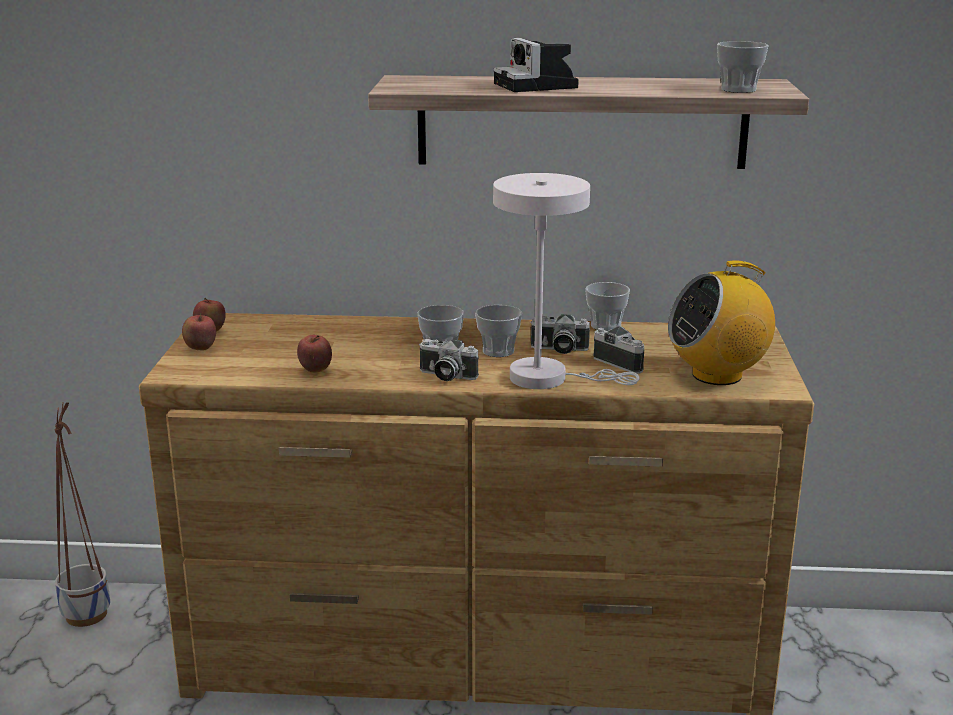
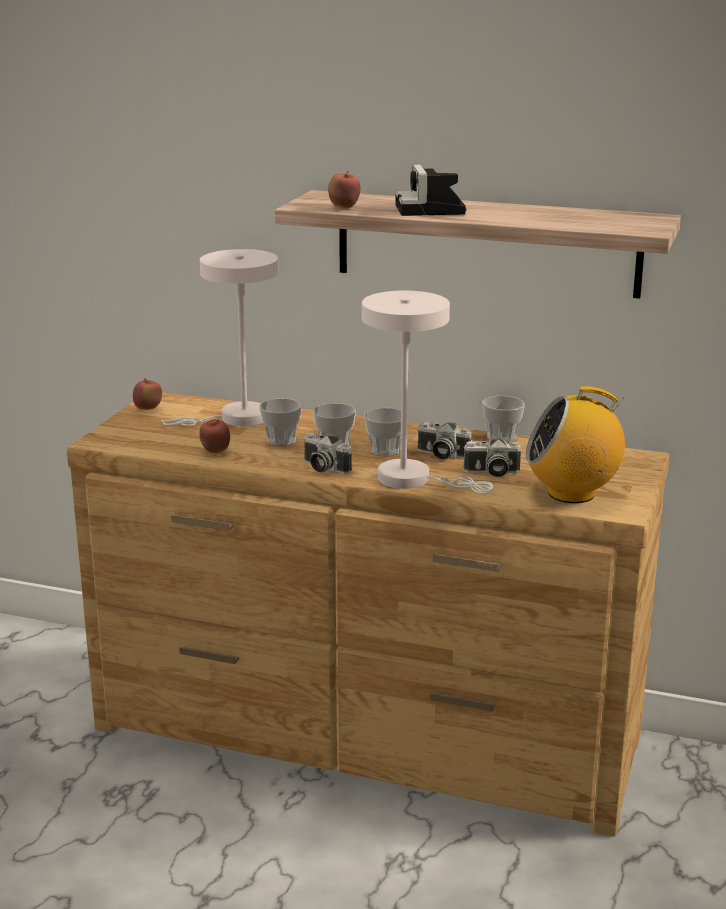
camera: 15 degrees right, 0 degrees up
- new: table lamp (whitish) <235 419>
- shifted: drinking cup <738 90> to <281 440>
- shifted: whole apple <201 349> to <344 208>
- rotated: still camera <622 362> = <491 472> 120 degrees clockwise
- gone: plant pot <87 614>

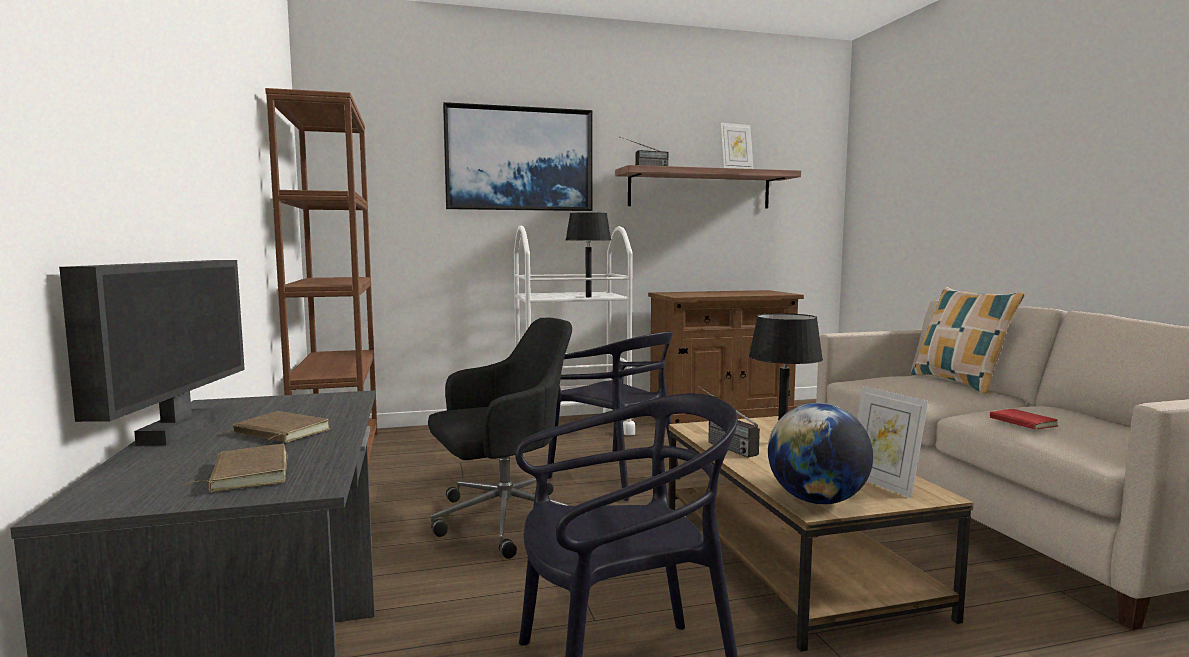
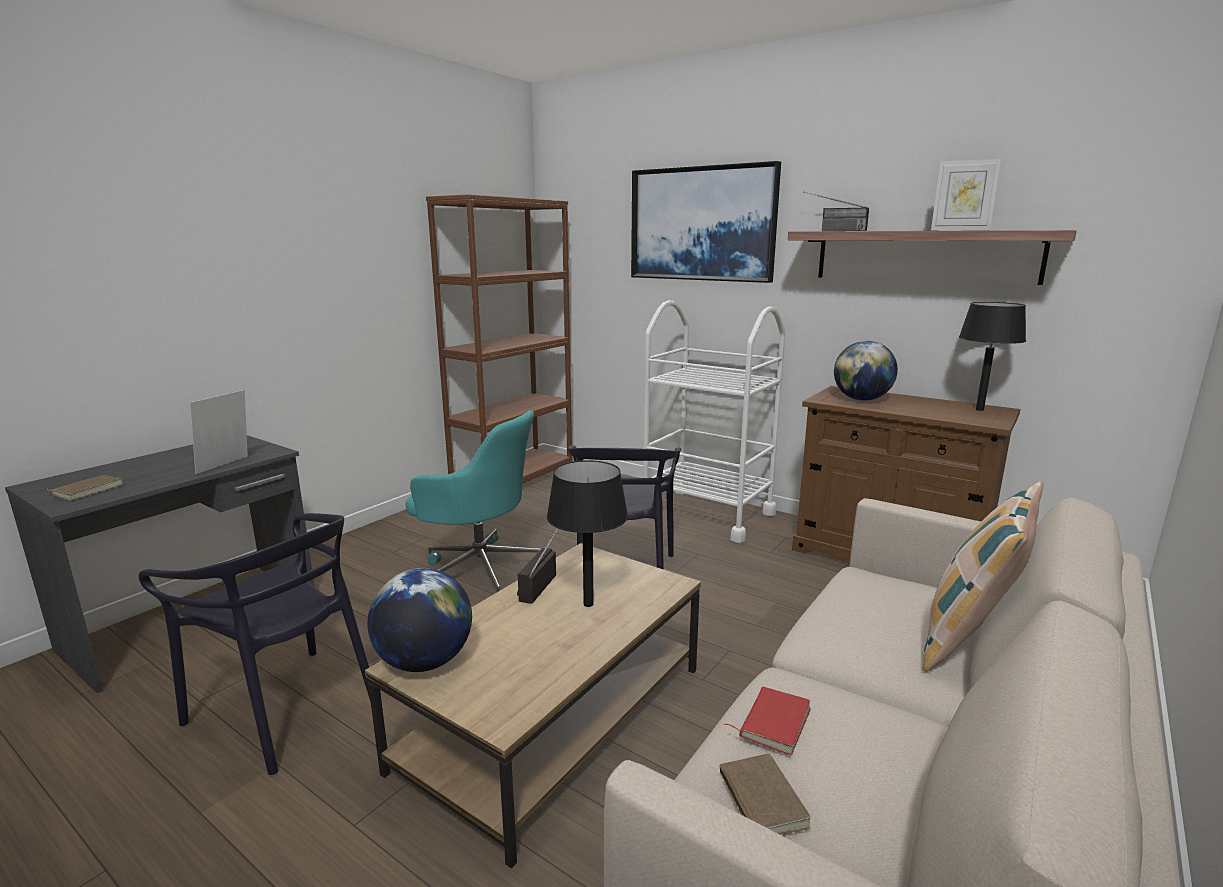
camera: 50 degrees right, 10 degrees up
- shifted: picture frame <883 484> to <226 465>
- repainted: office chair (blackish) <503 520> to office chair (turquoise) <480 571>
- shifted: volume (brown-coloured) <279 433> to <759 800>
- new: desk globe <861 399>
- shifted: table lamp (blackish) <588 297> to <979 409>
- gone: monitor <174 432>

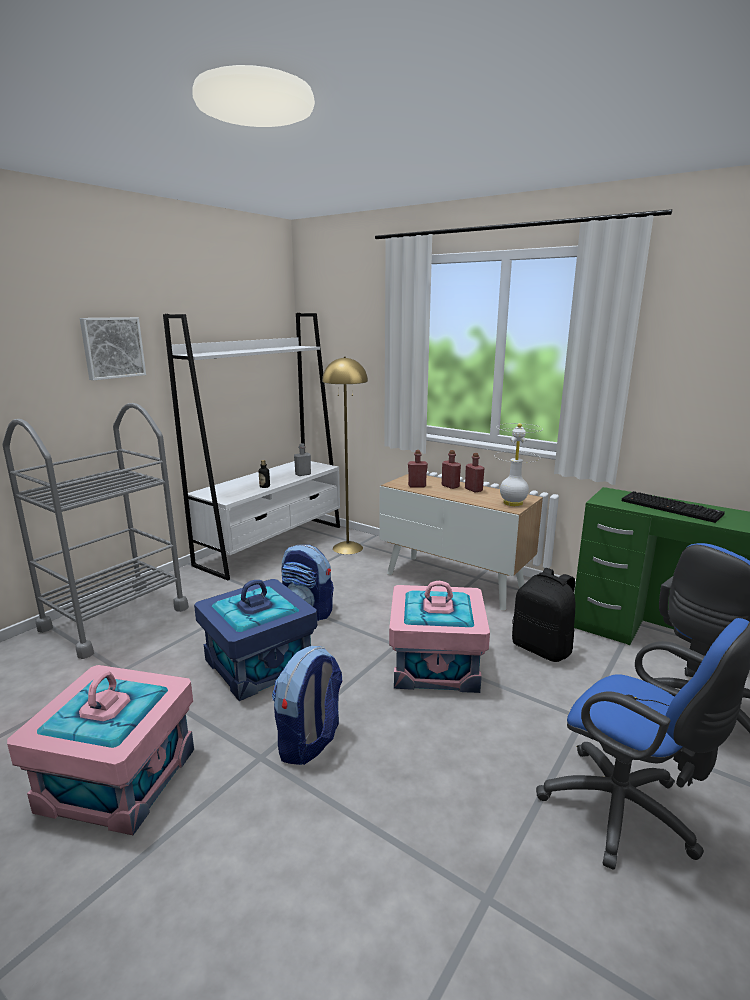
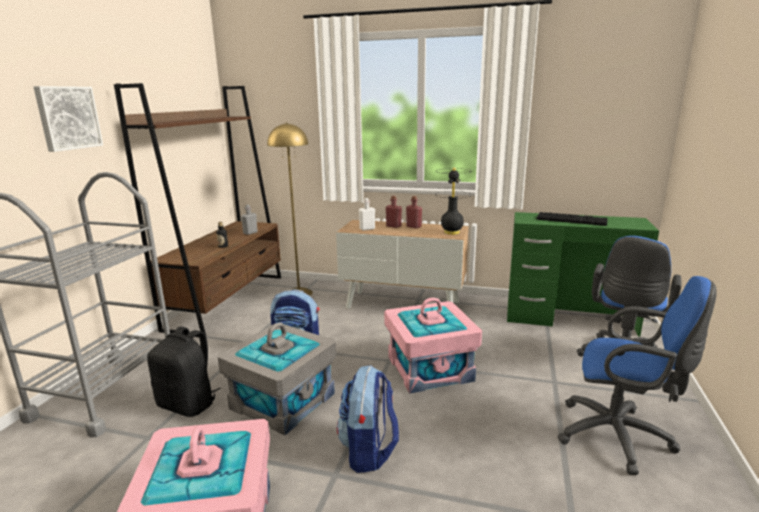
camera: 20 degrees left, 0 degrees up
- repainted: bookshelf (whitish) <272 545> to bookshelf (brown-coloured) <228 301>
- shifted: knapsack (blackish) <542 648> to <188 404>
- repainted: storage bin (bluish) <259 664> to storage bin (gray) <282 400>
- repainted: beverage bottle (red-coloured) <417 486> to beverage bottle (whitish) <367 229>
- repainted: table lamp (whitish) <513 503> to table lamp (blackish) <452 232>

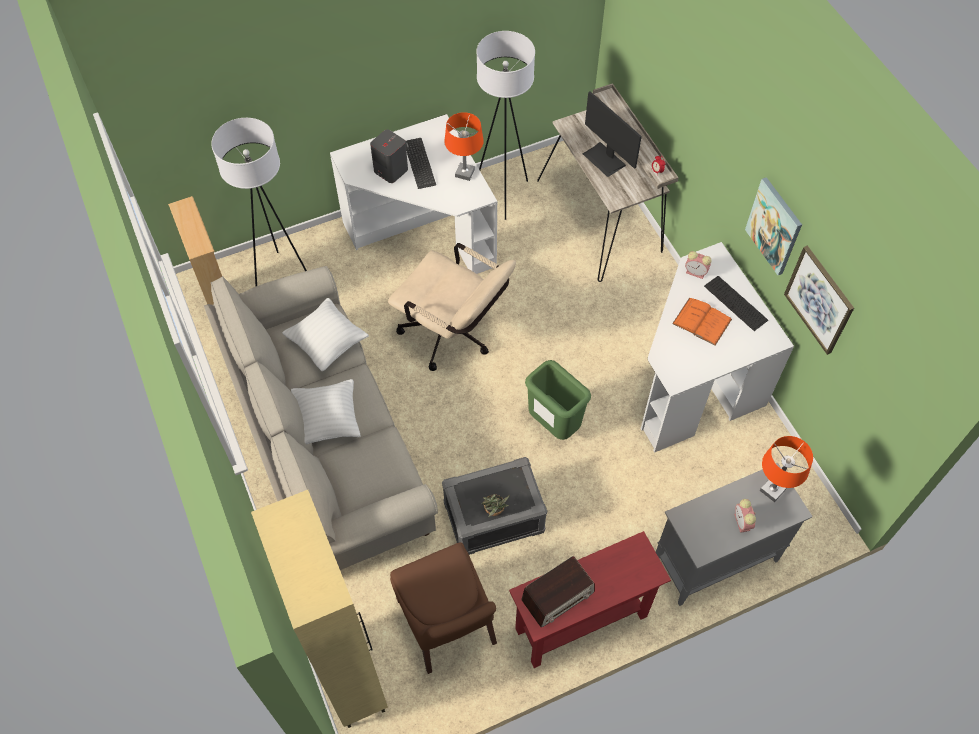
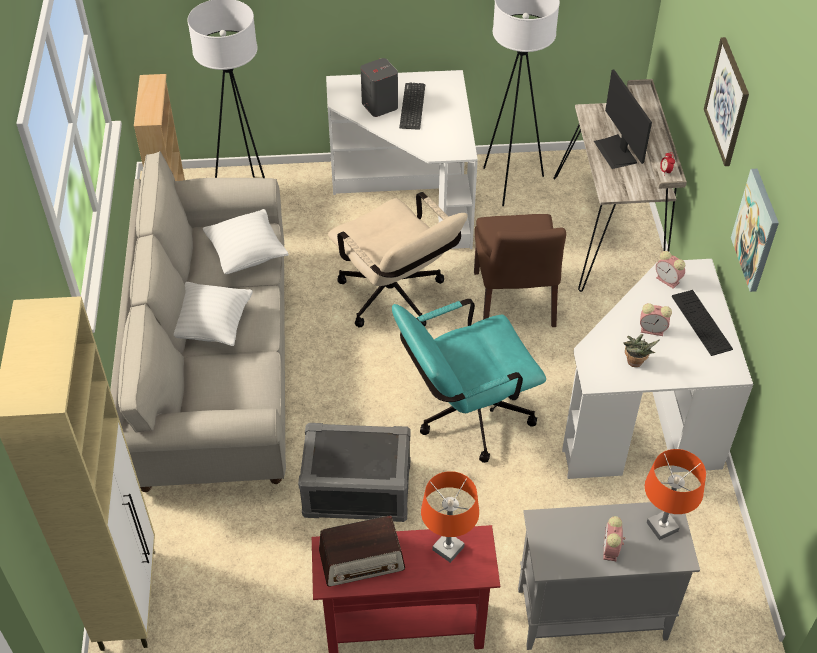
camera: 20 degrees right, 10 degrees down
- swapped: waste bin (greenish) <553 425> to office chair (turquoise) <464 417>
- shifted: table lamp (orange-coloured) <464 173> to <448 549>
- shifted: chair (brown-coloured) <447 625> to <514 302>
- shifted: potted plant <494 512> to <635 363>
- swapped: volume (orange-coloured) <702 321> to bedside clock <653 330>
- shifted: picture <819 300> to <727 101>

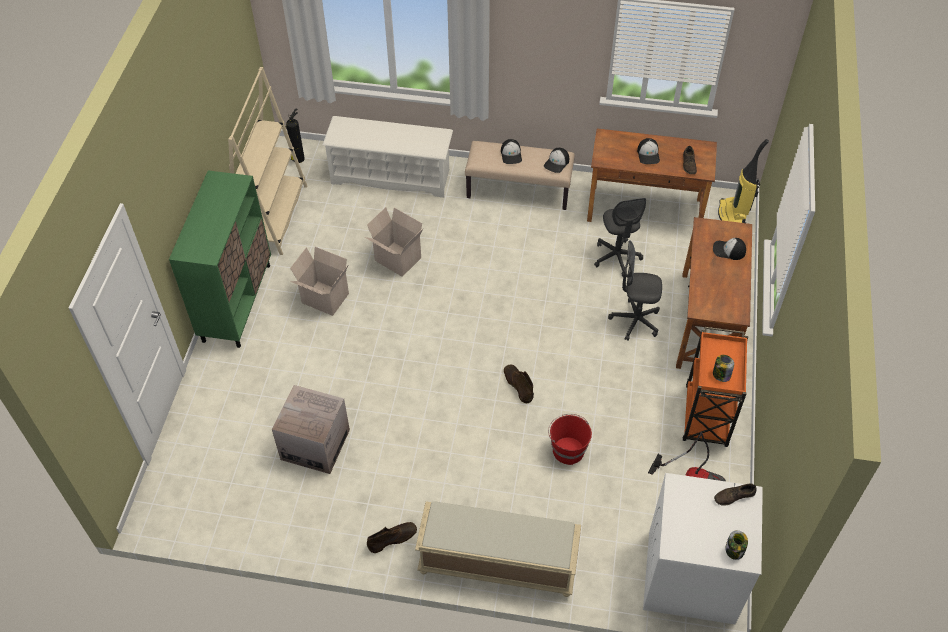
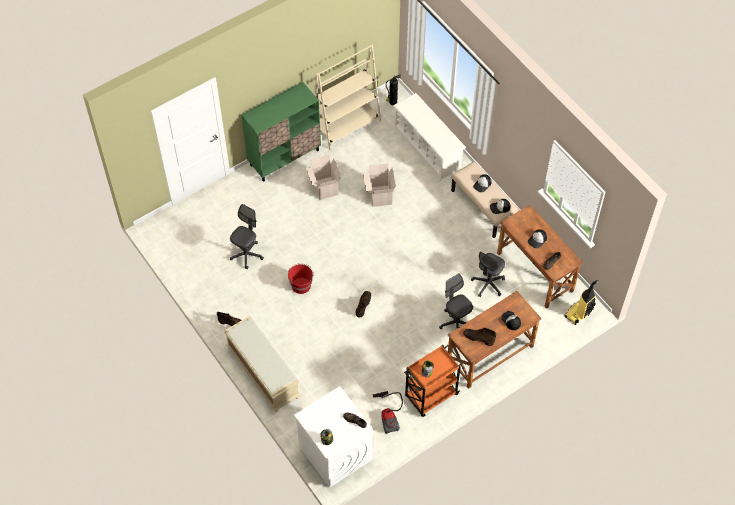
camera: 45 degrees right, 5 degrees up
- swapped: cardboard box <315 444> to office chair (gray) <246 254>
- shifted: bucket (red-coloured) <567 450> to <301 285>
- new: tall boot (brown-coloured) <478 338>

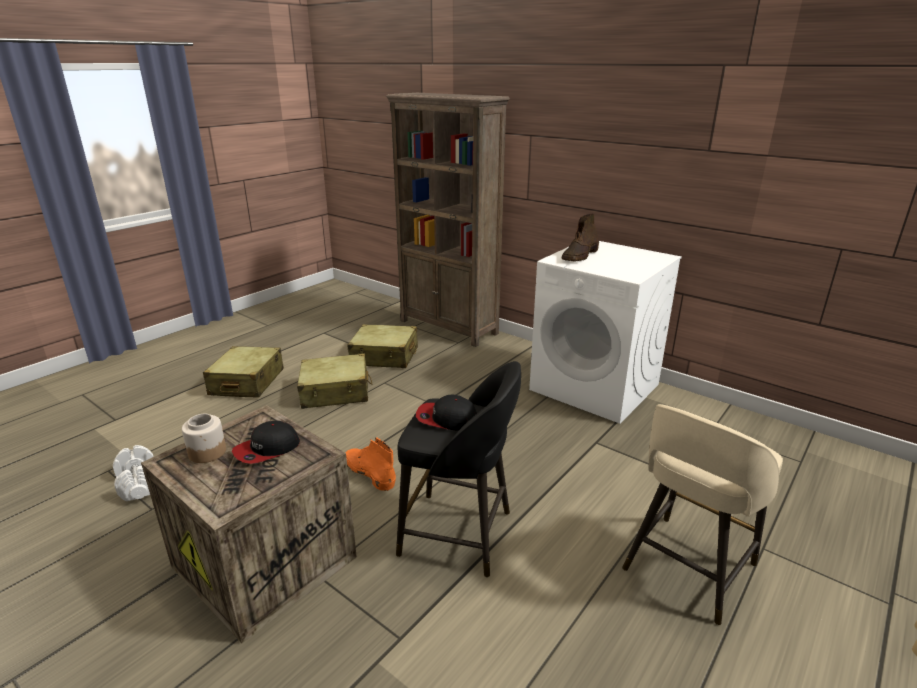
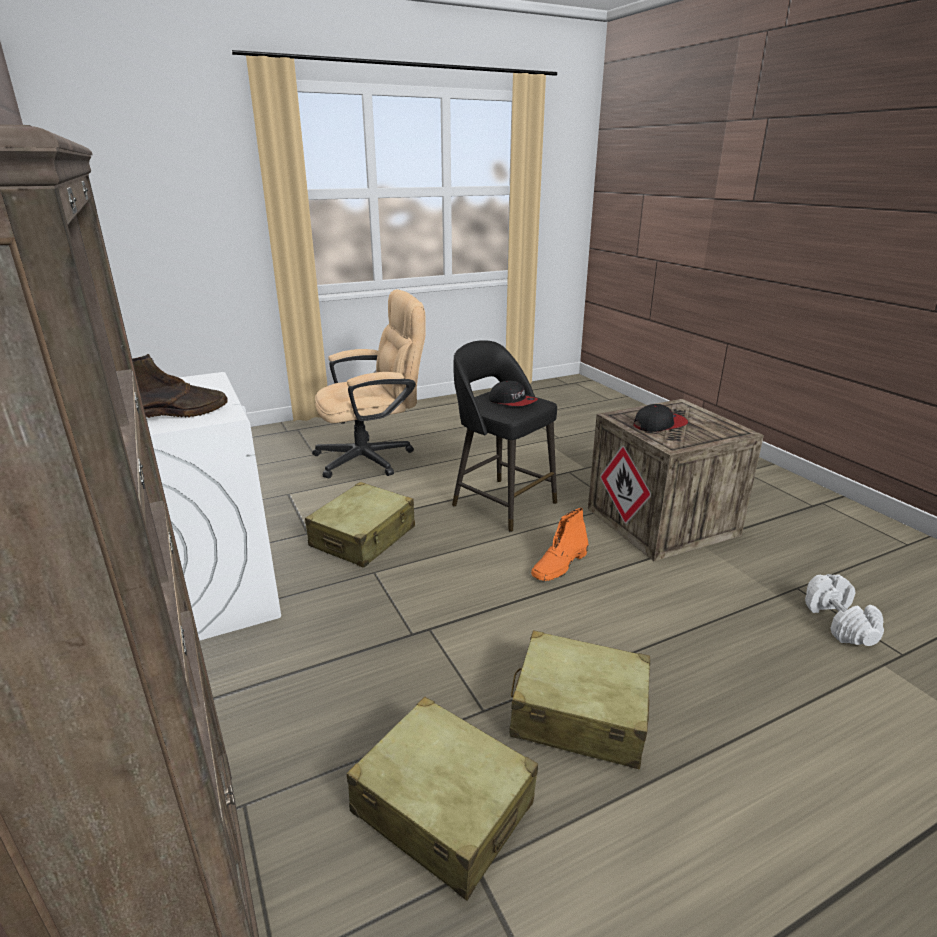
camera: 155 degrees left, 0 degrees up
- shifted: travel case (sand-coloured) <247 382> to <363 537>
- swapped: stool seat (sand-coloured) <687 569> to office chair (sand-coloured) <373 457>
- rotated: tall boot (orange-coloured) <369 472> = <559 565> 60 degrees clockwise
- gone: preserve jar <208 452>

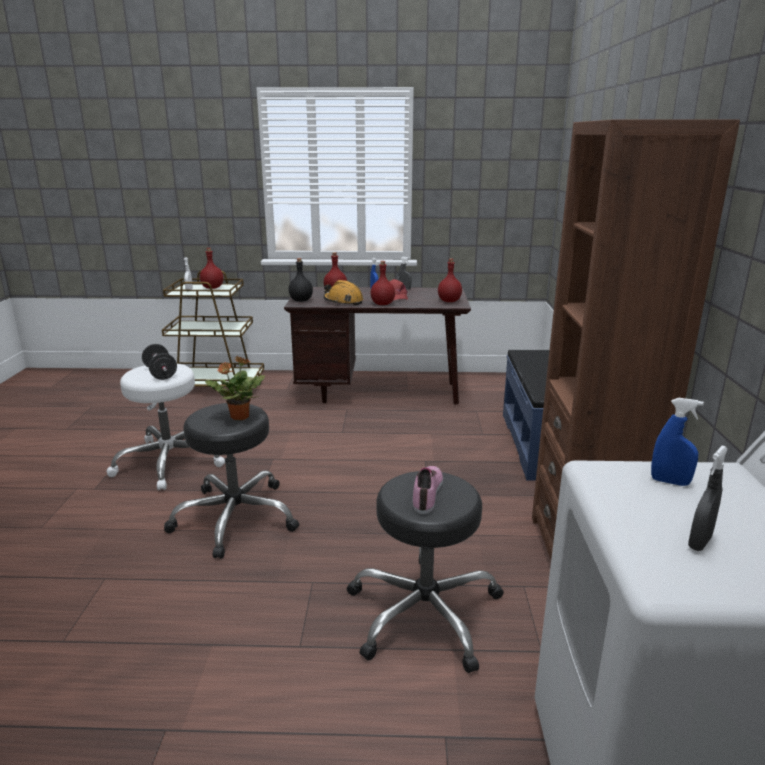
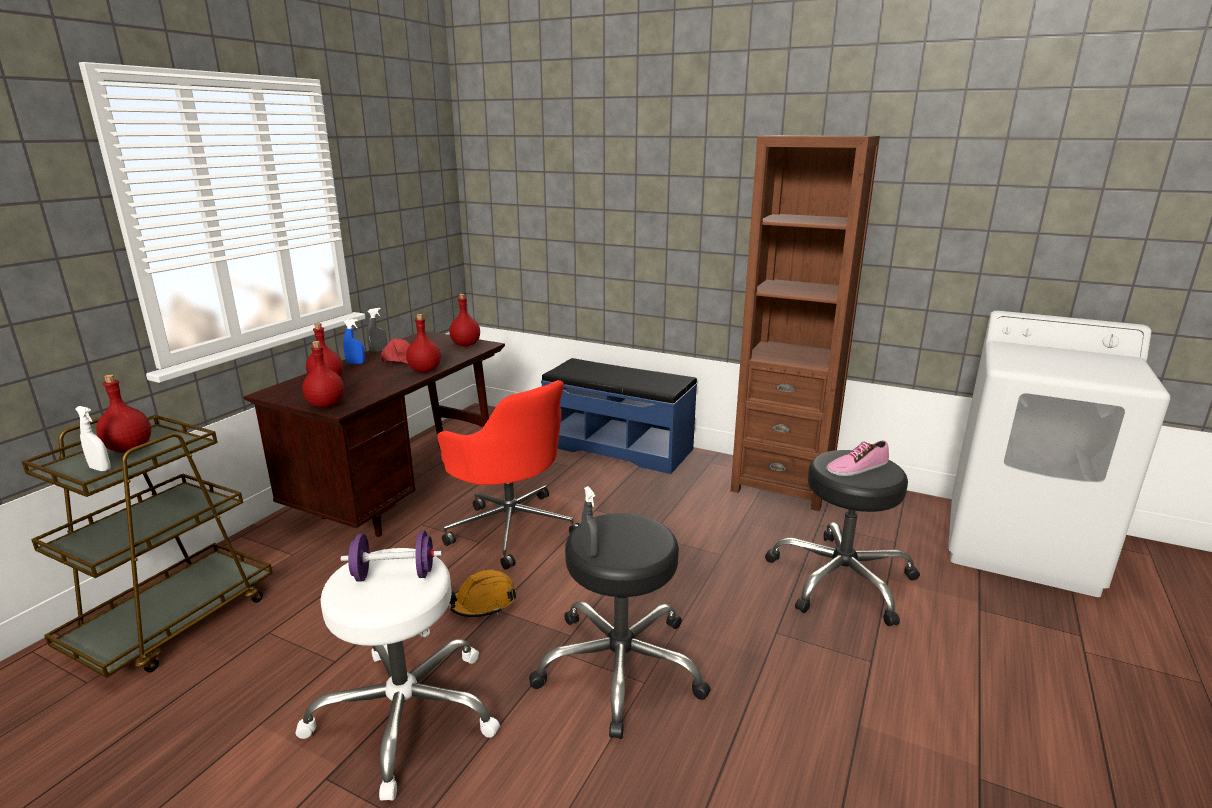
camera: 65 degrees left, 0 degrees up
- repainted: beverage bottle (blackish) <301 300> to beverage bottle (red-coloured) <326 404>
- repainted: dumbbell (blackish) <160 373> to dumbbell (purple) <394 575>
- new: office chair (red-coloured) <511 527>
- shifted: hard hat (orange-coloured) <343 301> to <483 603>
- shifted: hand sprayer (gray) <699 543> to <590 551>
- rotated: low shoe <427 493> = <857 467> 60 degrees counterclockwise
- gone: potted plant <239 417>
- gone: hand sprayer (bluish) <670 482>

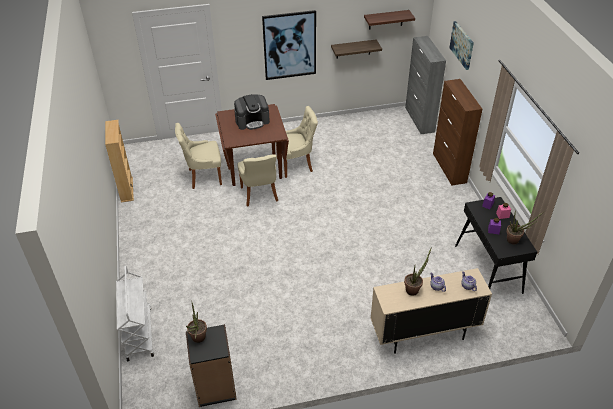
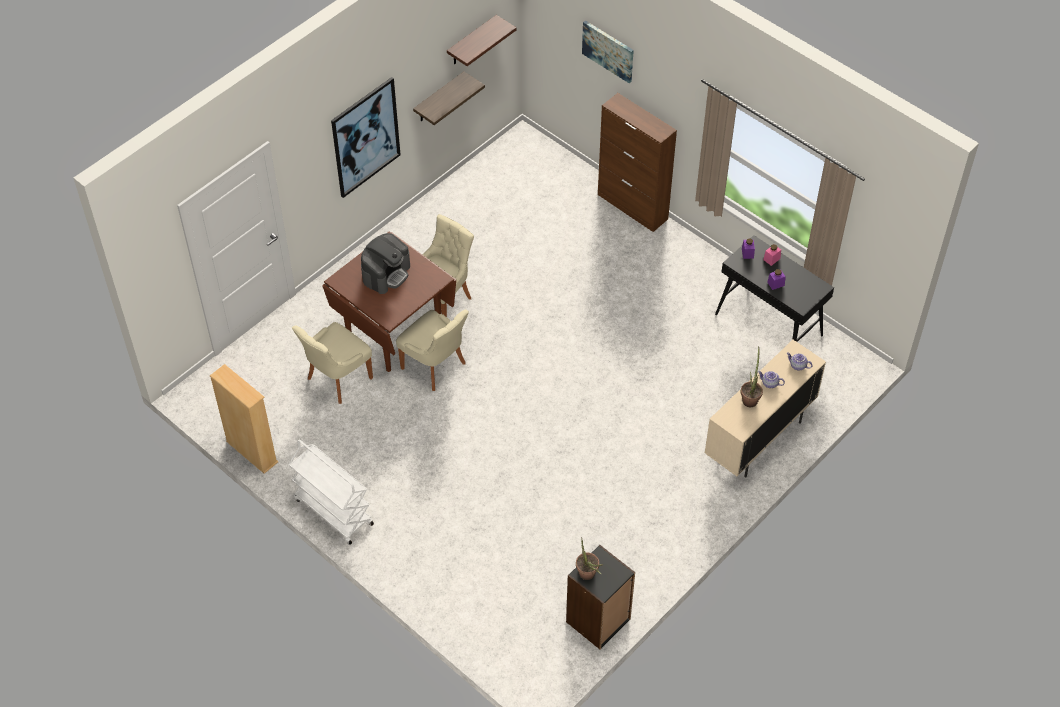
camera: 35 degrees left, 10 degrees up
- shifted: wheeled cart (whitish) <139 333> to <333 511>
- gone: storage cabinet (gray) <419 120>
- gone: potted plant <515 240>

